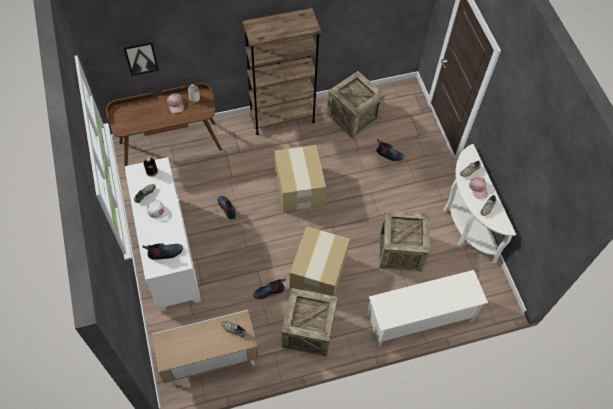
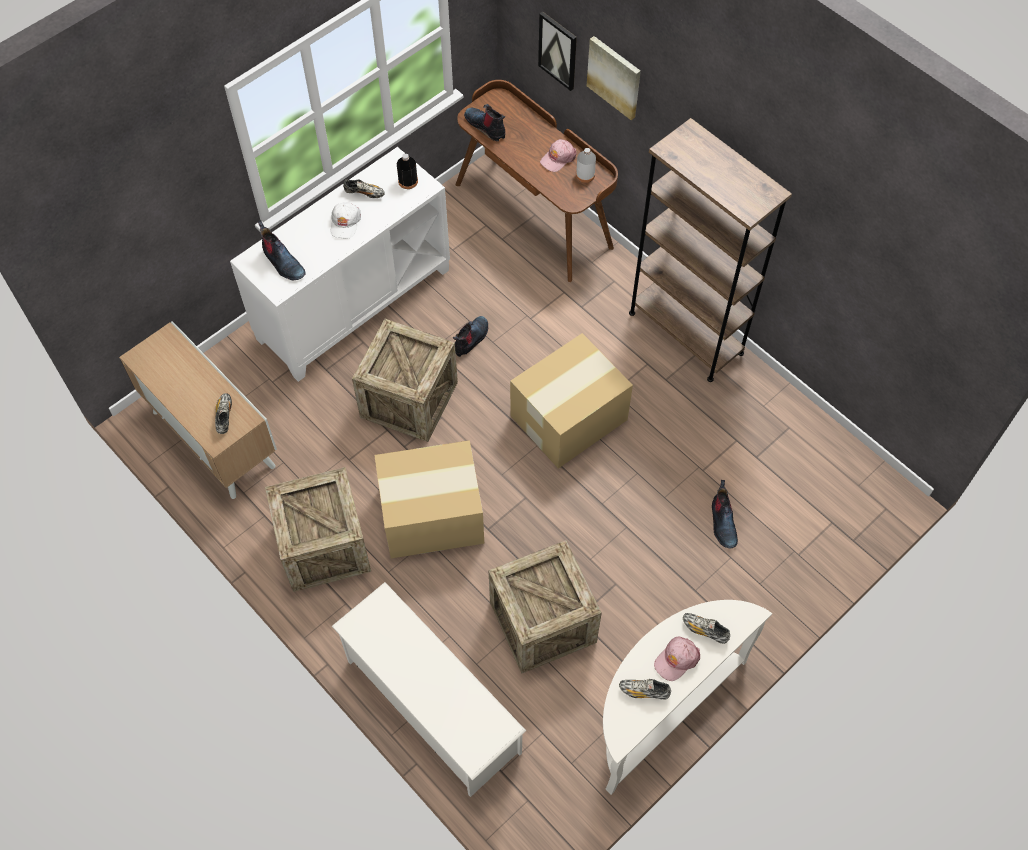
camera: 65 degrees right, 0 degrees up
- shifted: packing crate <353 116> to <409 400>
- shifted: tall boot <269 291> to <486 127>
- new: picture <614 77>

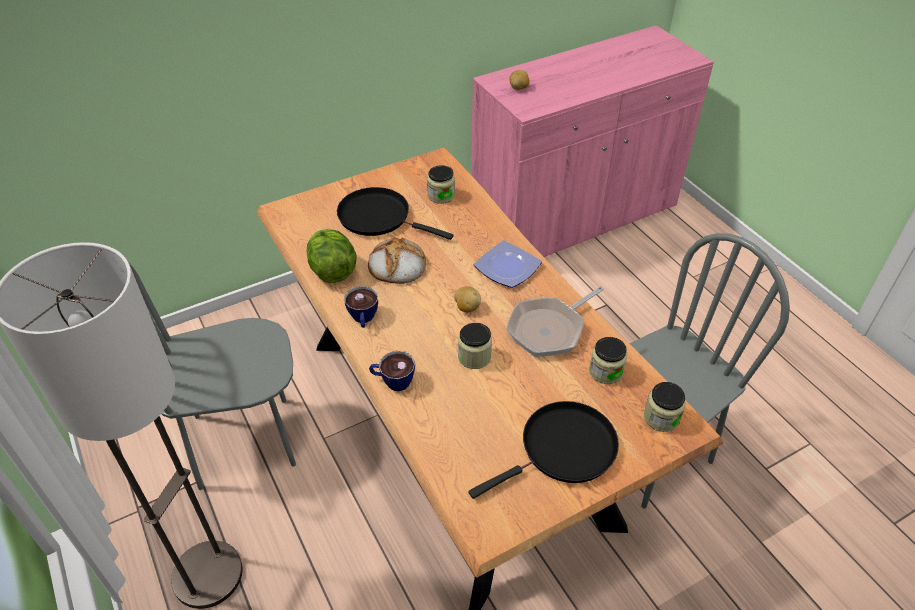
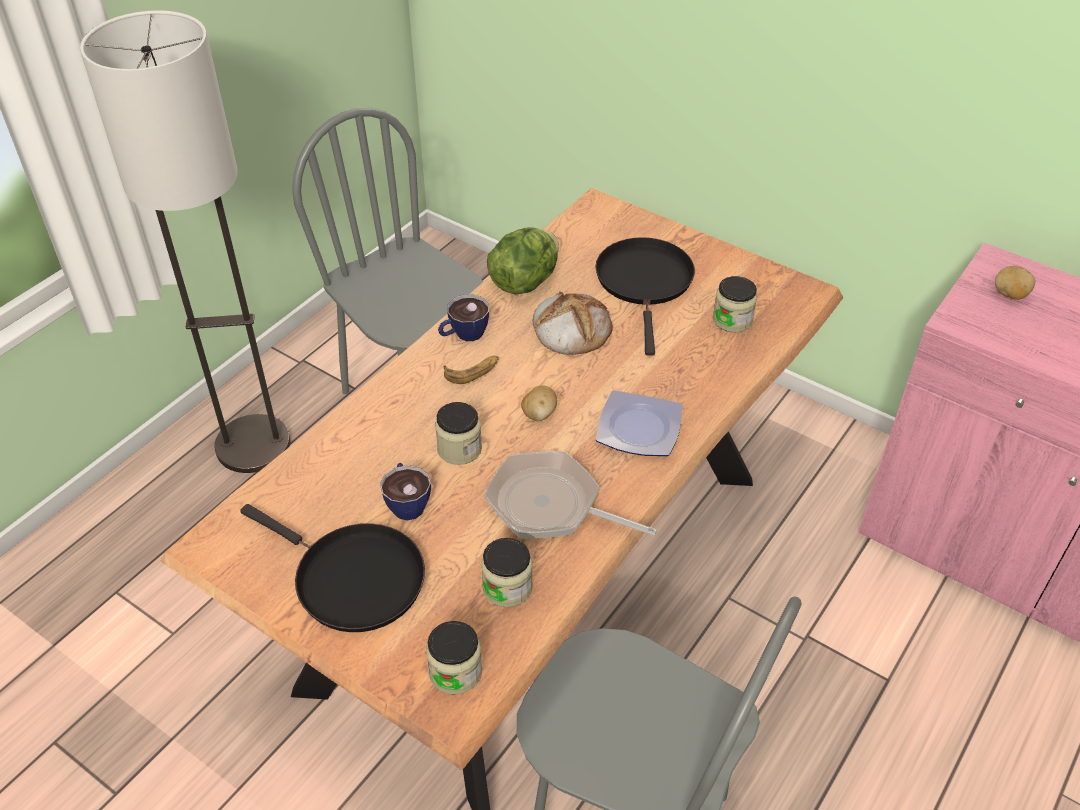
camera: 65 degrees right, 0 degrees up
- shifted: drinking cup <392 381> to <407 502>
- new: banana <472 372>

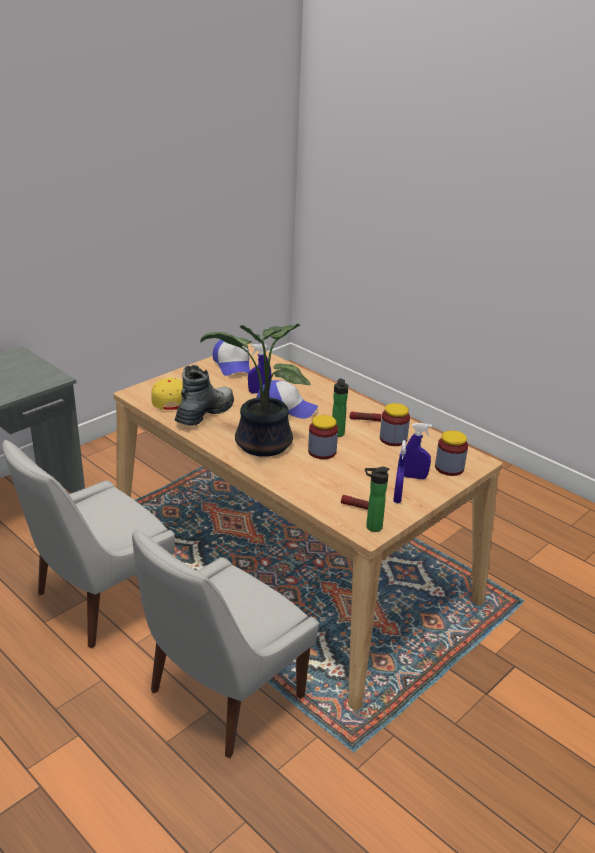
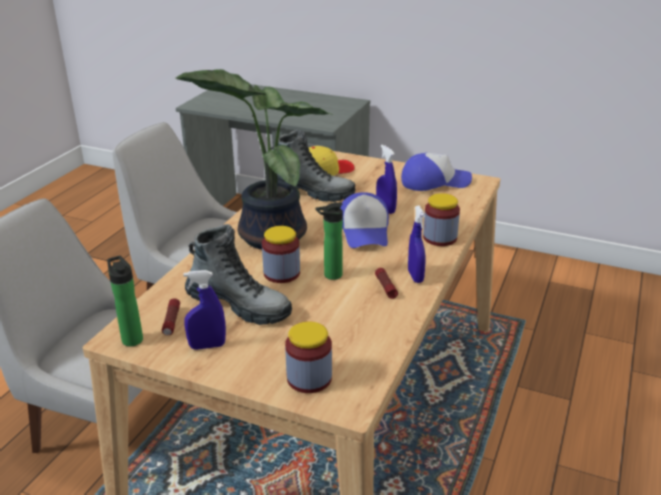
camera: 70 degrees right, 0 degrees up
- new: tall boot <239 305>
- rotated: peaked cap <233 364> = <434 182> 150 degrees counterclockwise
- shifted: hand sprayer (bluish) <414 477> to <415 276>
- shifted: preserve jar <393 439> to <440 238>

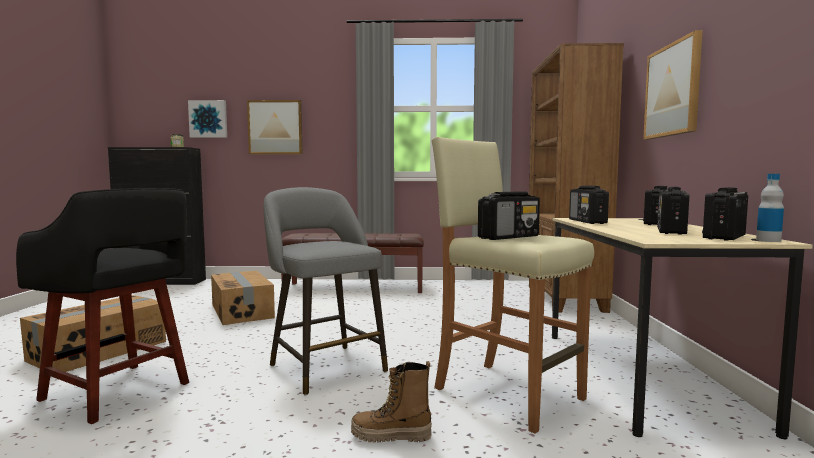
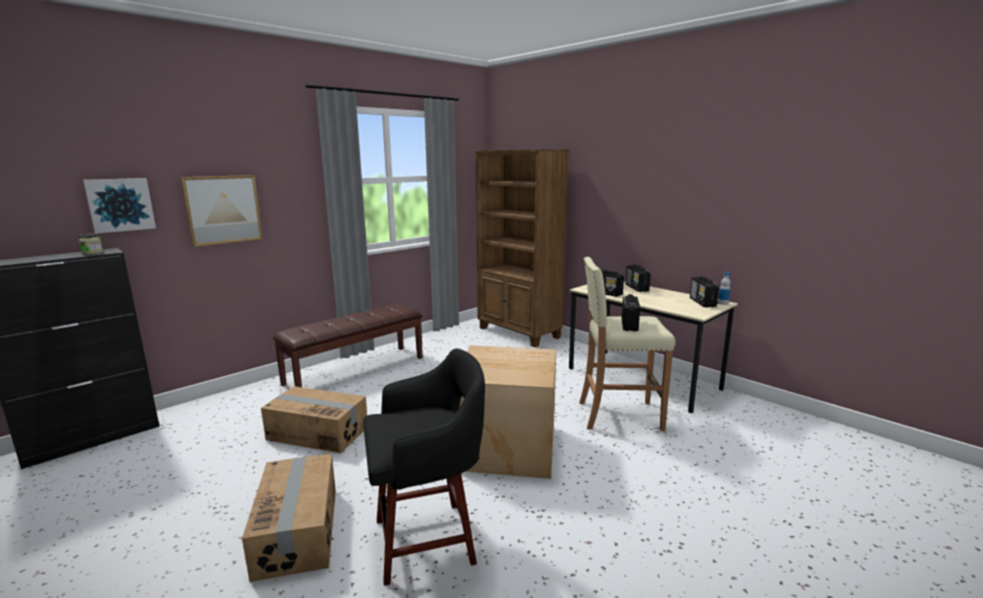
camera: 45 degrees left, 10 degrees up
- swapped: stool seat (gray) <324 366> to cardboard box <506 446>
- gone: tall boot <391 436>
- gone: picture <673 90>
- gone: radio <671 231>

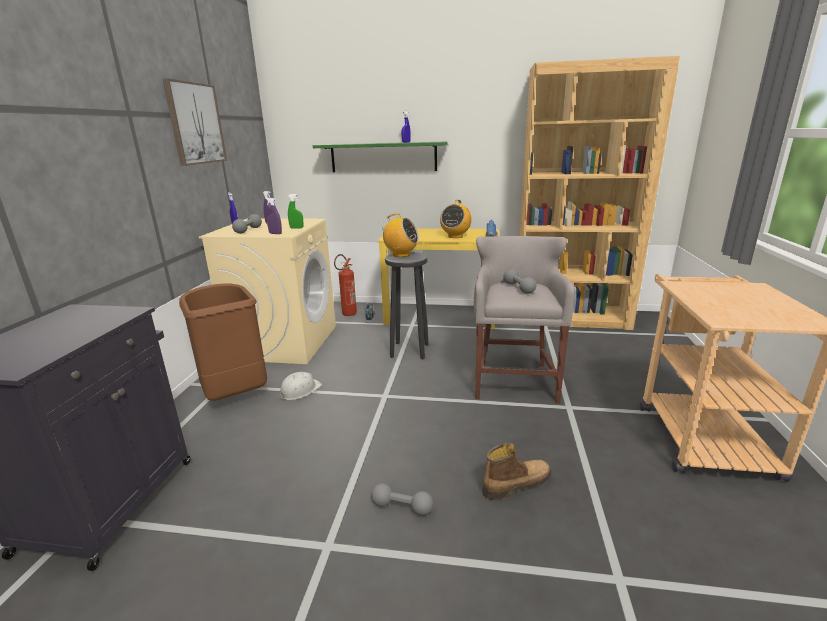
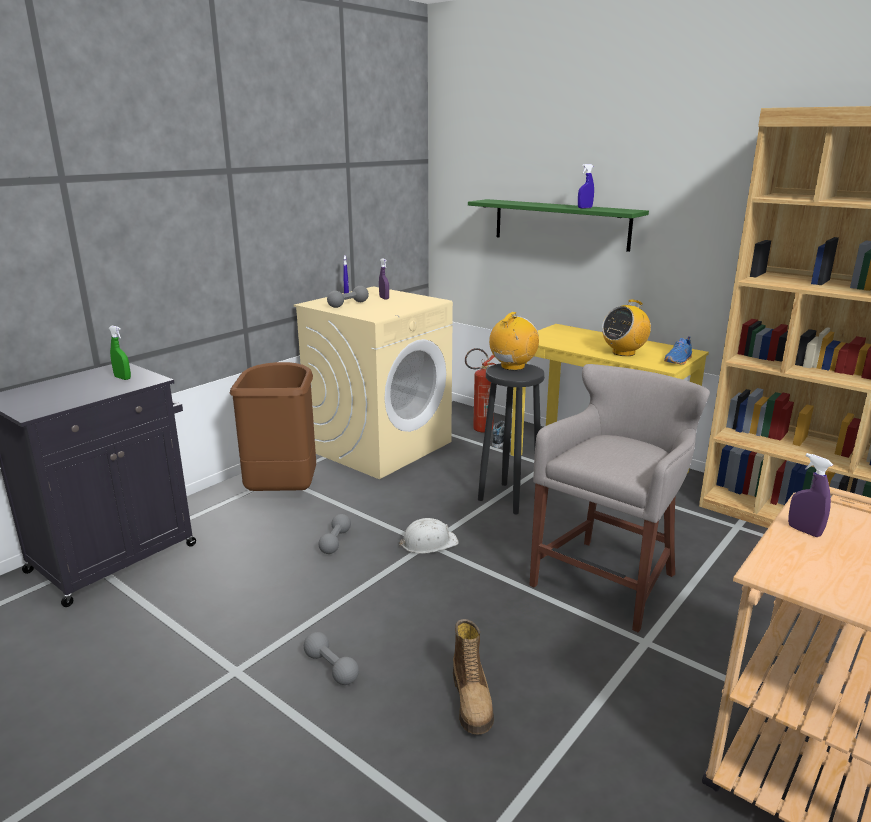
camera: 30 degrees right, 0 degrees up
- shifted: hand sprayer (greenish) <296 228> to <123 378>
- shifted: dumbbell (gray) <518 288> to <335 542>
- shifted: hard hat (whitish) <299 390> to <428 543>
- rotated: tall boot <516 484> = <472 700> 75 degrees clockwise
- rotated: radio <401 254> = <512 367> 105 degrees counterclockwise
- shifted: hand sprayer (purple) <275 233> to <804 531>
- gone: picture <195 123>

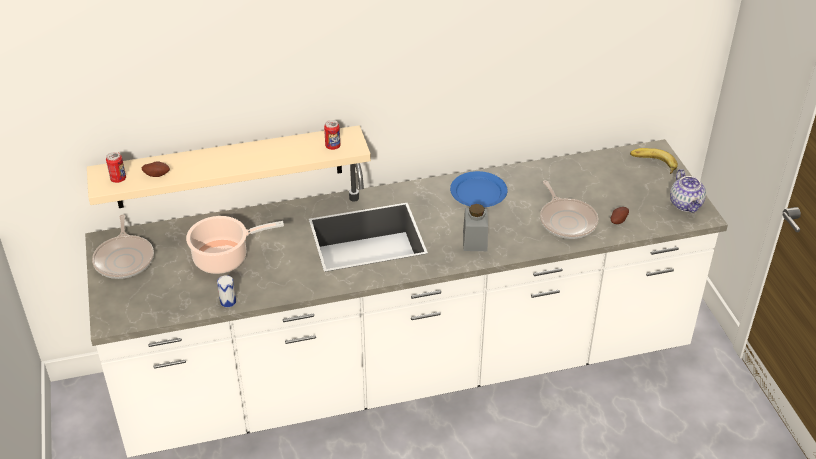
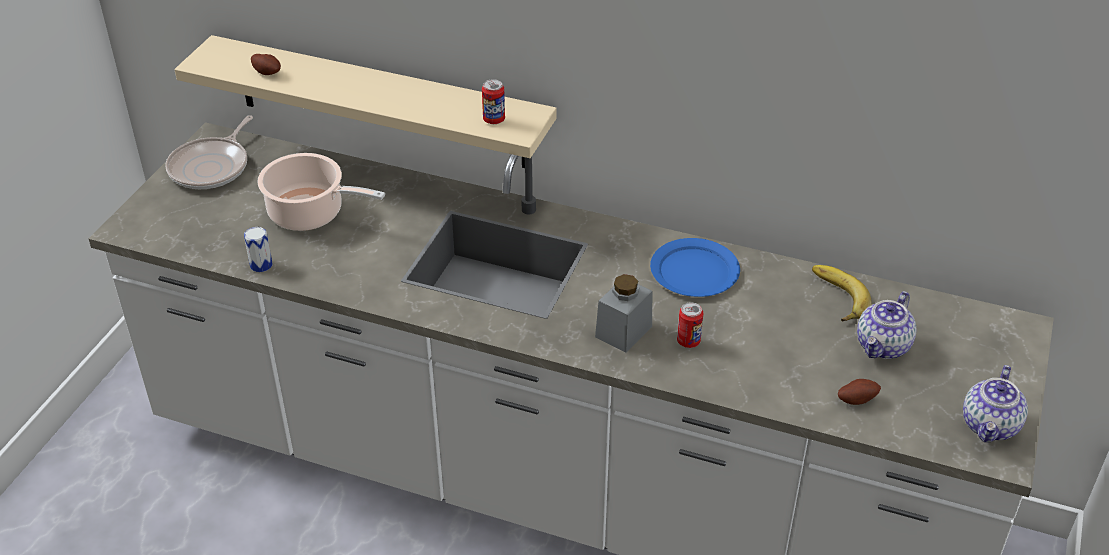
camera: 35 degrees right, 0 degrees up
- shifted: metal can <118 179> to <688 341>
- shifted: banana <652 164> to <835 297>
- new: pot for tea <883 346>
- gone: frying pan <566 220>

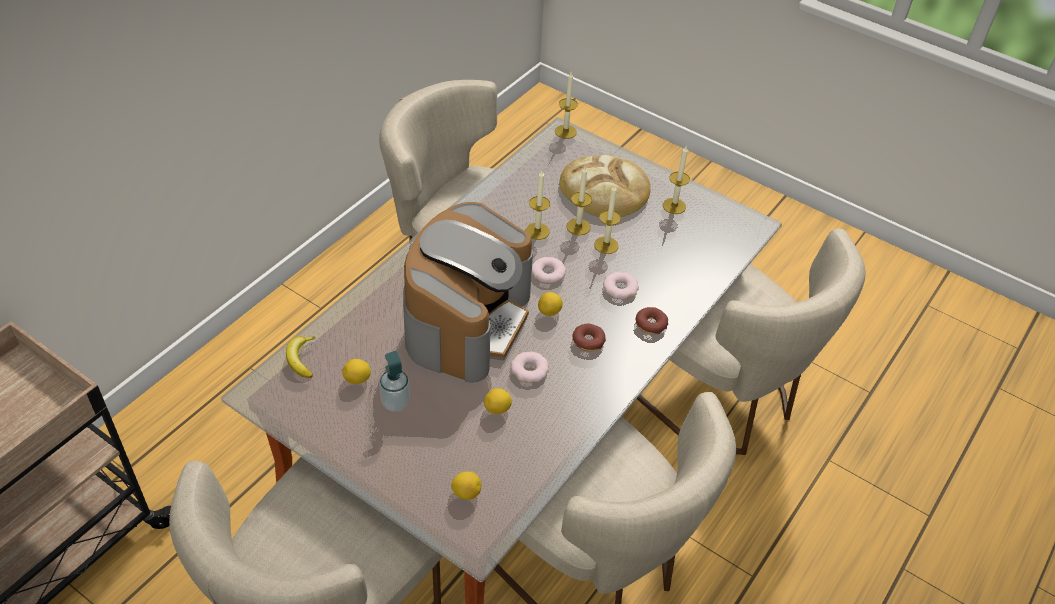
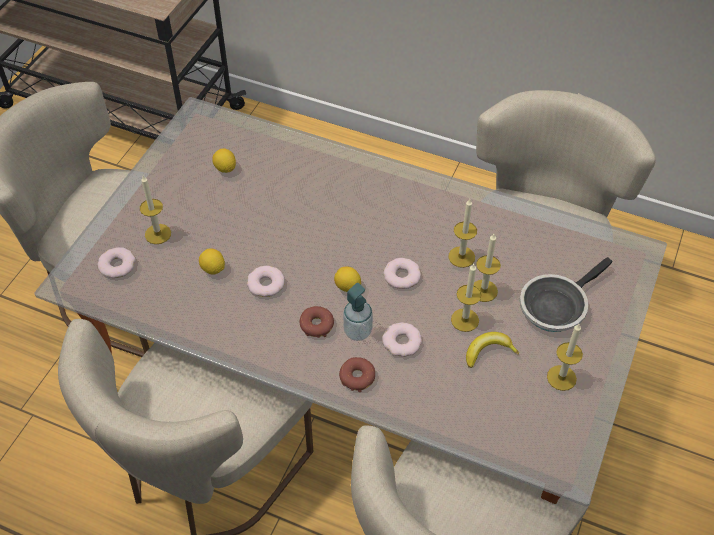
camera: 80 degrees right, 5 degrees up
- swapped: citrus fruit <466 493> to doughnut <117 265>
- shifted: candle <565 131> to <158 234>
- shifted: soap bottle <395 402> to <357 331>
- shifted: banana <301 359> to <488 351>
- swapped: bread <604 190> to frying pan <556 305>
- gone: coffee brewer <467 321>

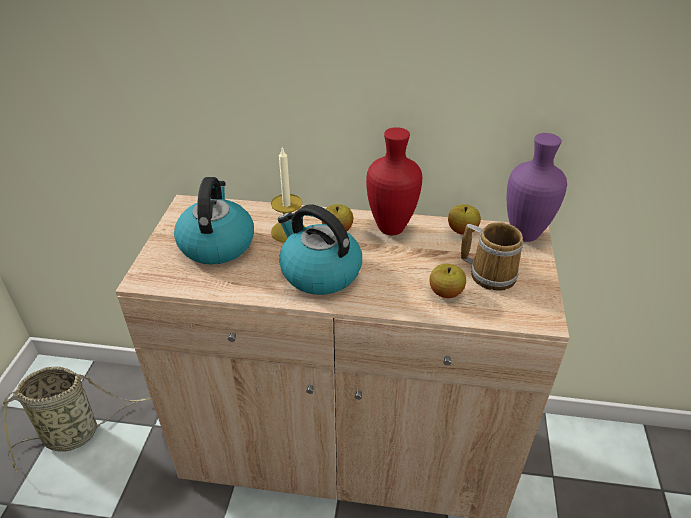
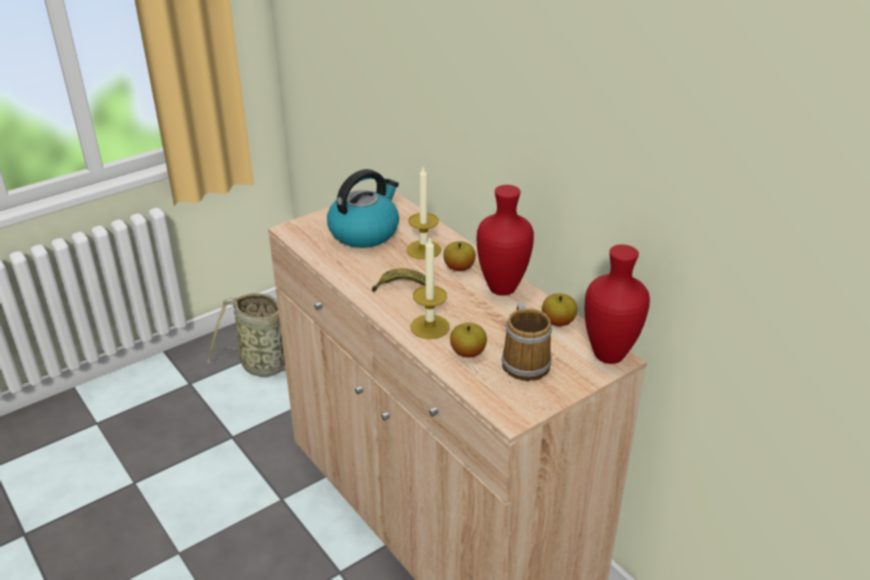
camera: 45 degrees right, 5 degrees down
- swapped: kettle <319 272> to banana <401 287>
- new: candle <430 327>
- repainted: decorative vase (purple) <523 235> to decorative vase (red-coloured) <607 355>

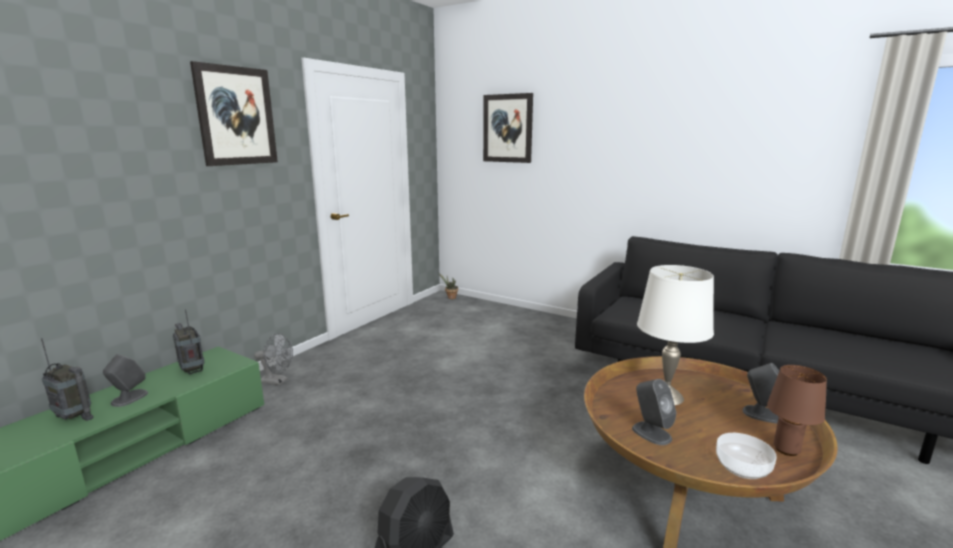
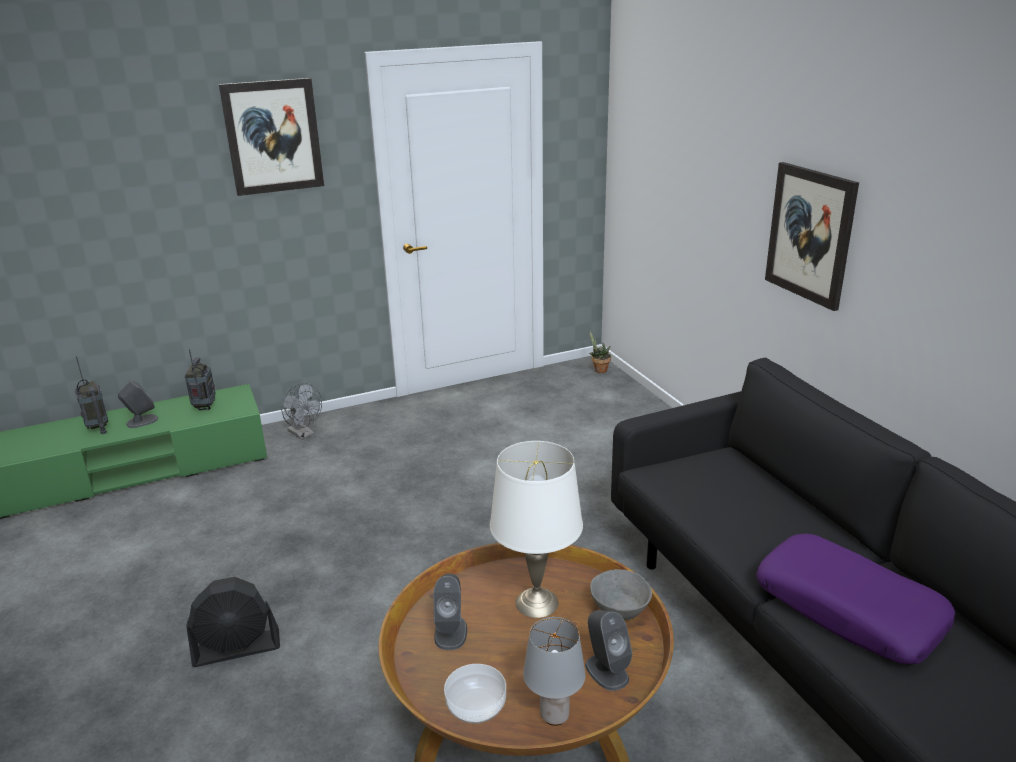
camera: 35 degrees right, 10 degrees up
- repainted: table lamp (brown-coloured) <787 450> to table lamp (gray) <555 716>
- new: serving bowl (gray) <620 609>
- new: pillow (purple) <849 610>
- shifted: picture <507 128> to <810 234>

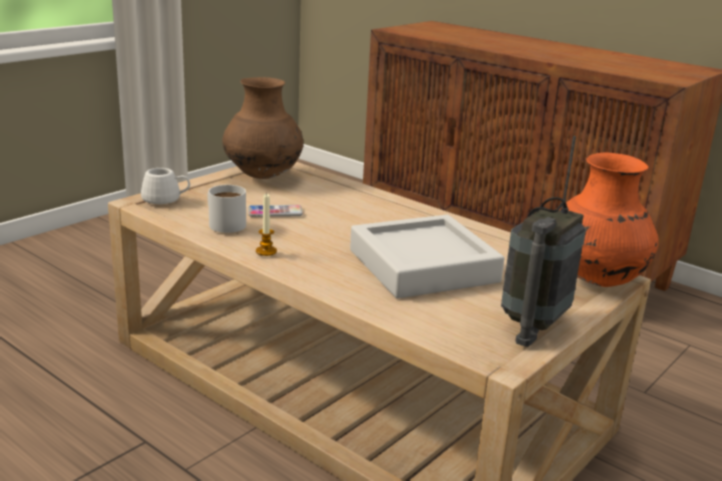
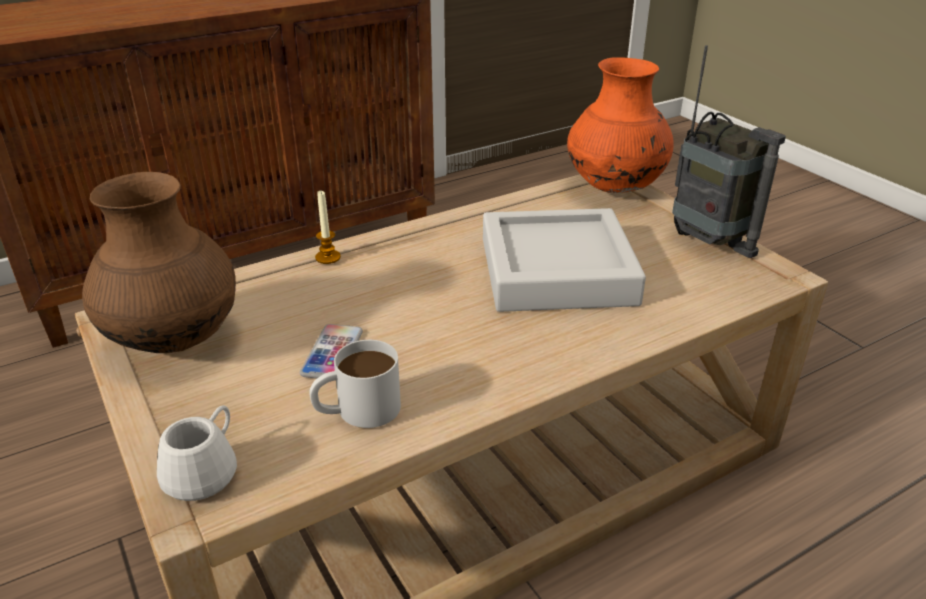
camera: 70 degrees left, 10 degrees up
- shifted: candle <266 251> to <328 257>

